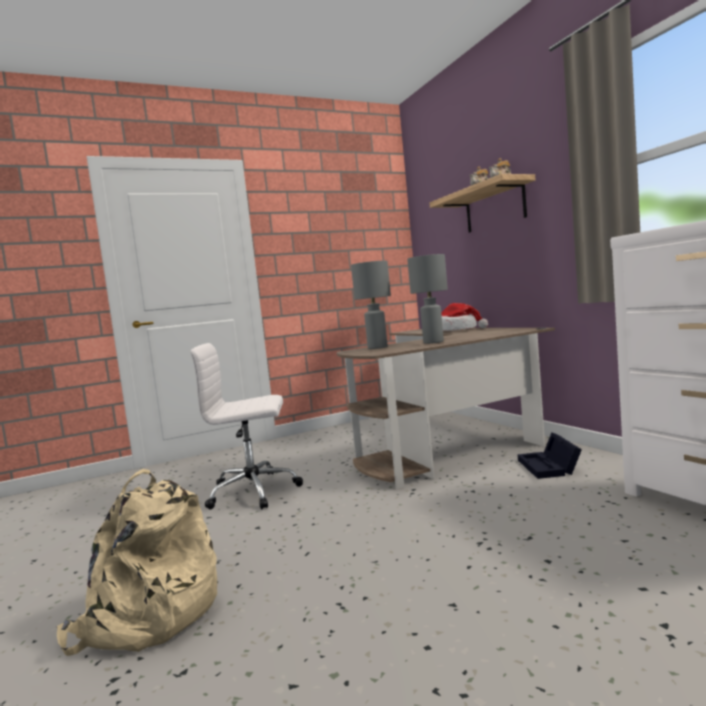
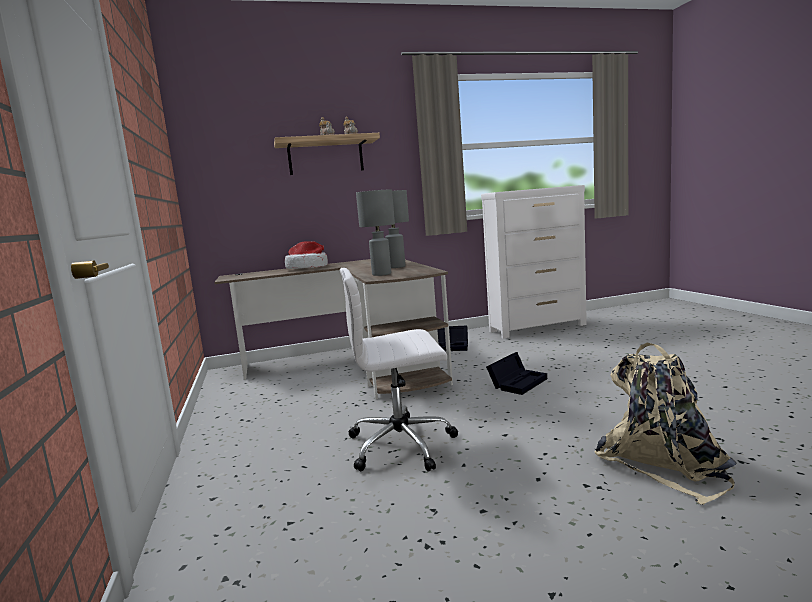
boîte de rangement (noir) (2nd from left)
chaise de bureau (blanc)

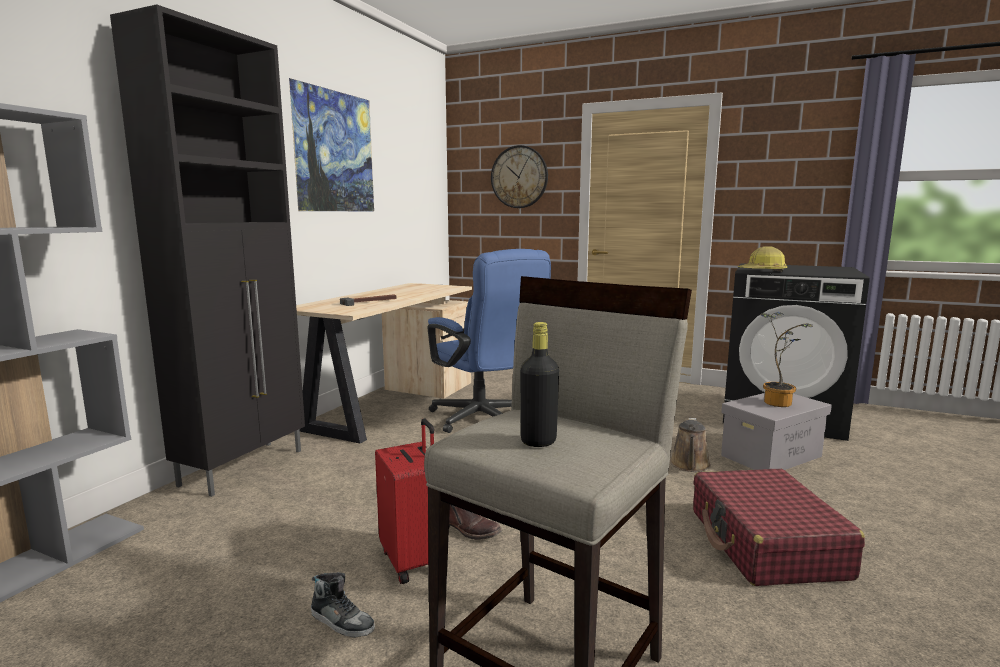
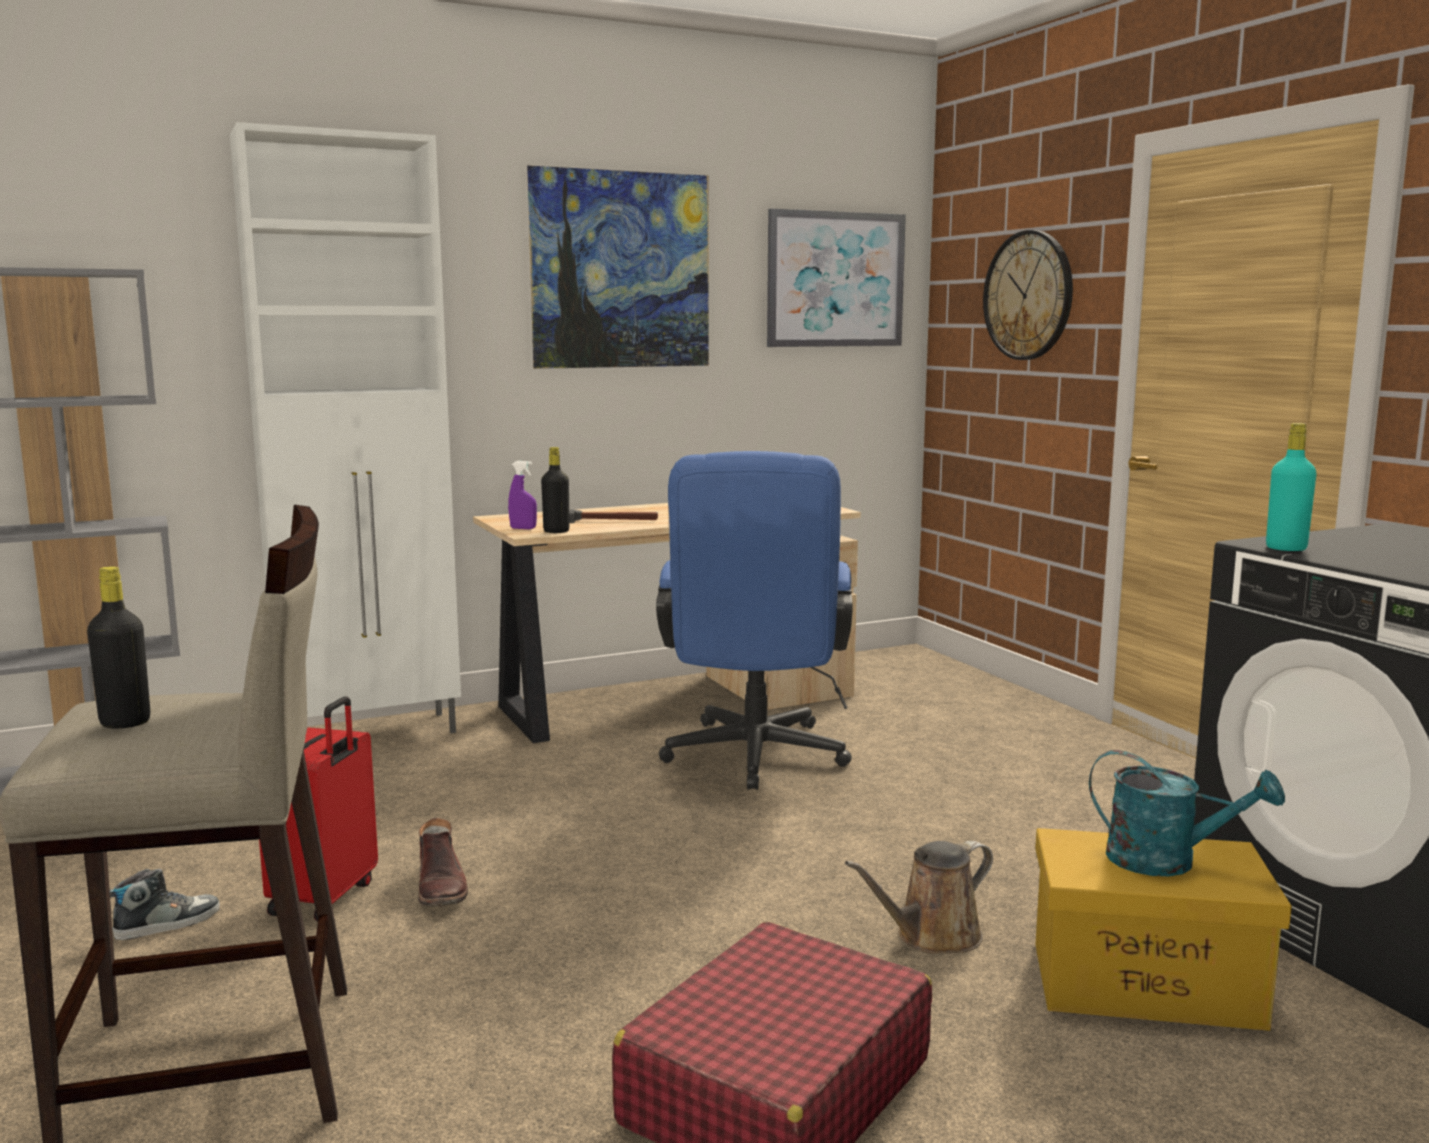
vaporisateur (violet)
bouteille (noir) (2nd from left)
tableau (2nd from left)
bouteille (turquoise)
arrosoir (turquoise)
meuble de rangement (blanc)
boîte de rangement (jaune)
chaussure

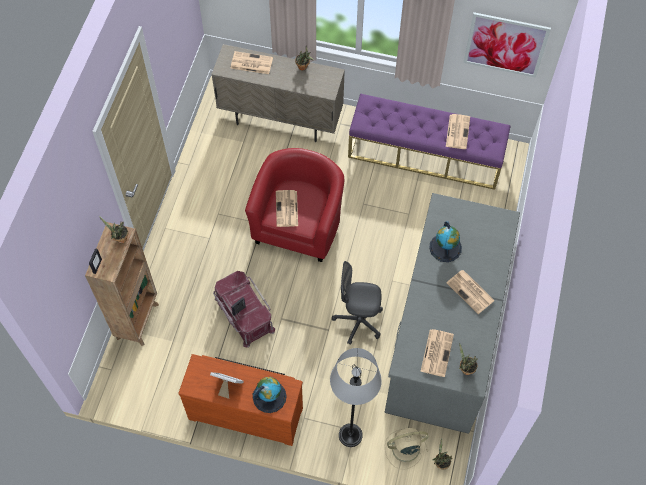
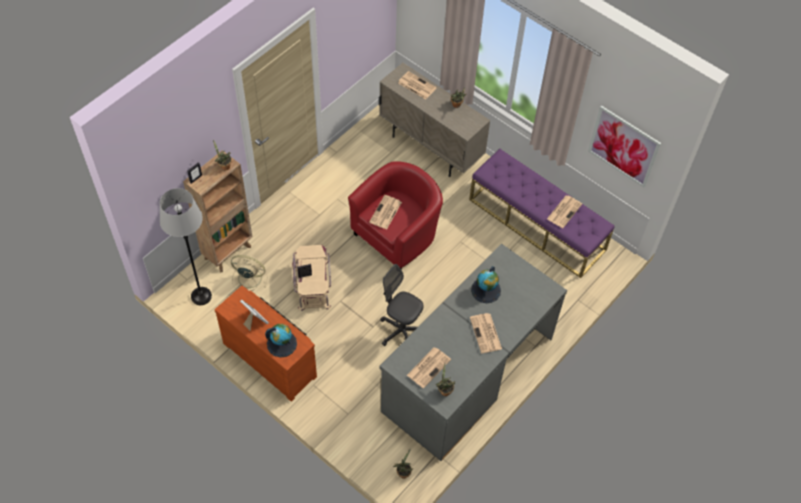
lampadaire (gris)
ventilateur (beige)
boîte de rangement (beige)

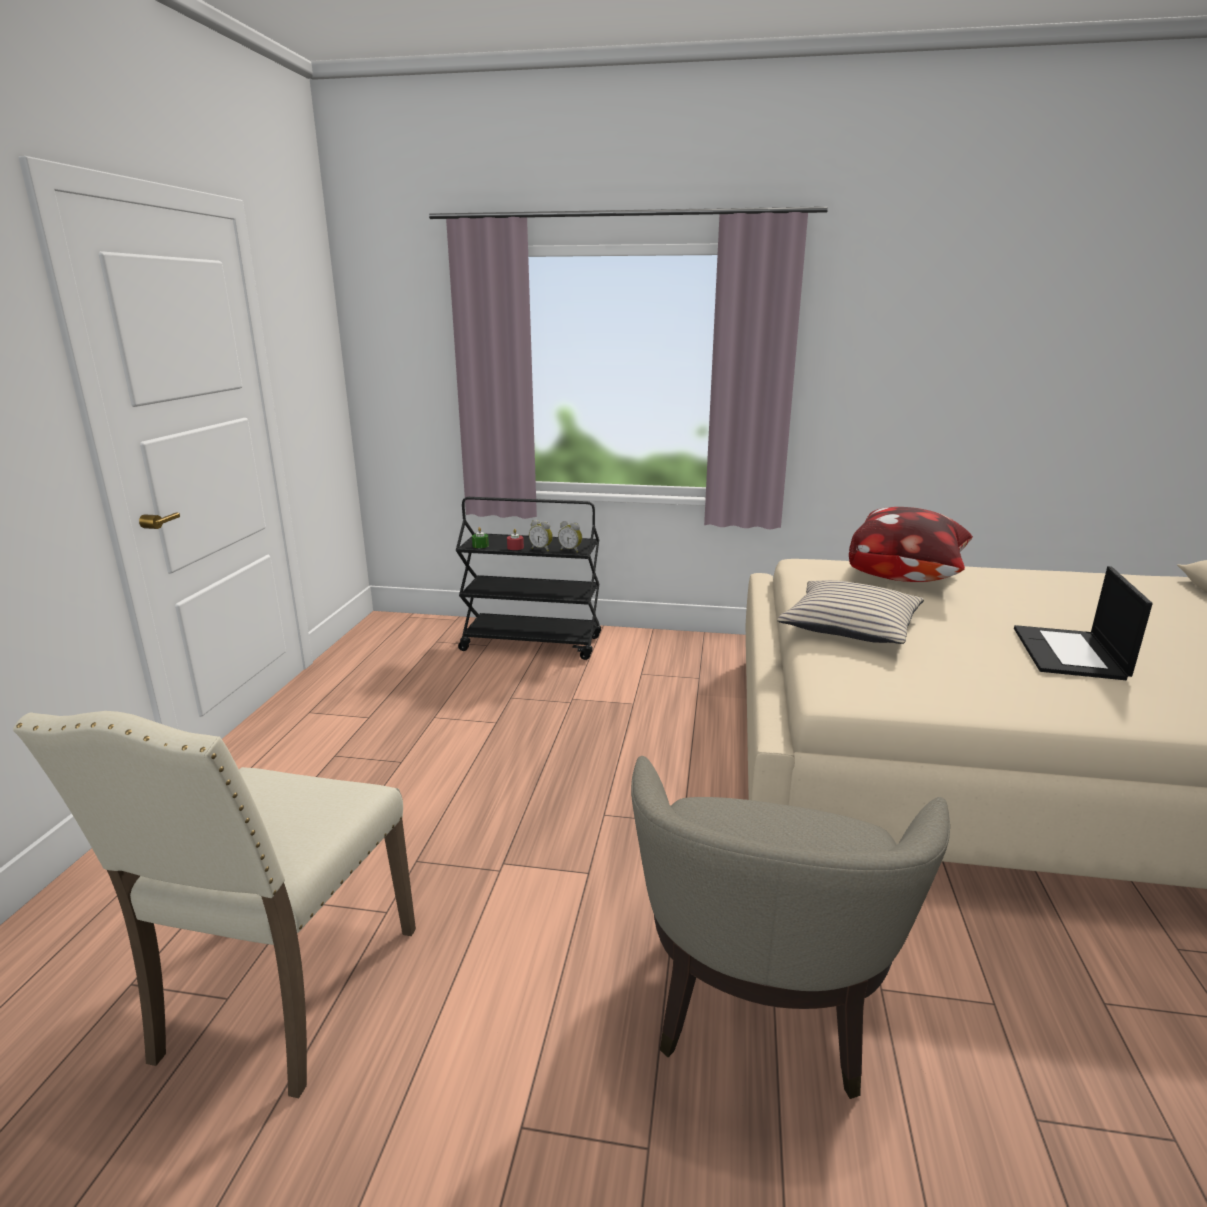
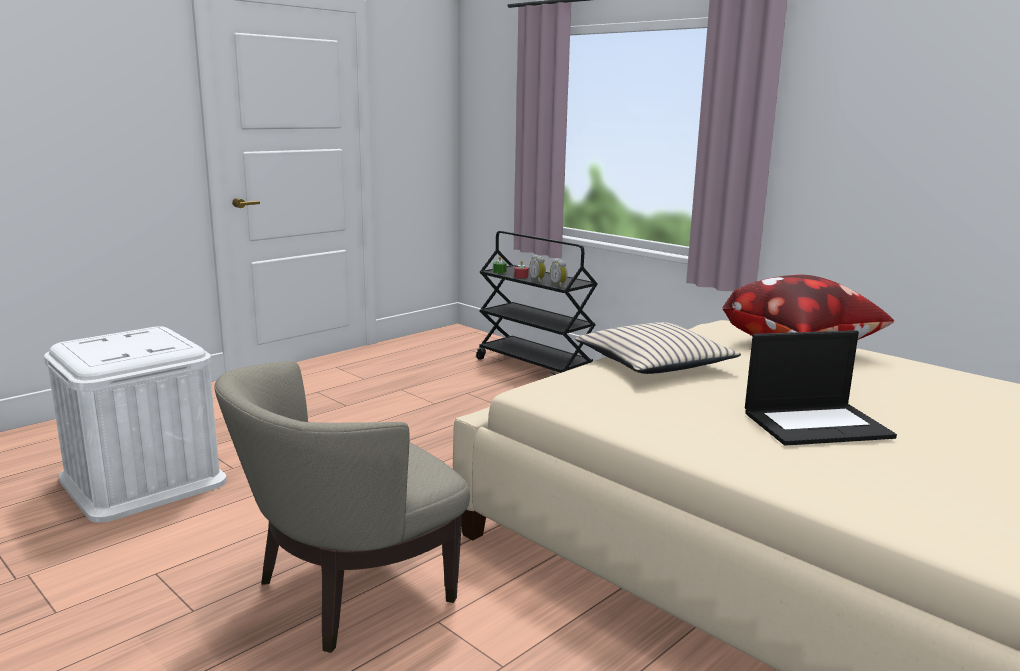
boîte de rangement (blanc)
ordinateur portable

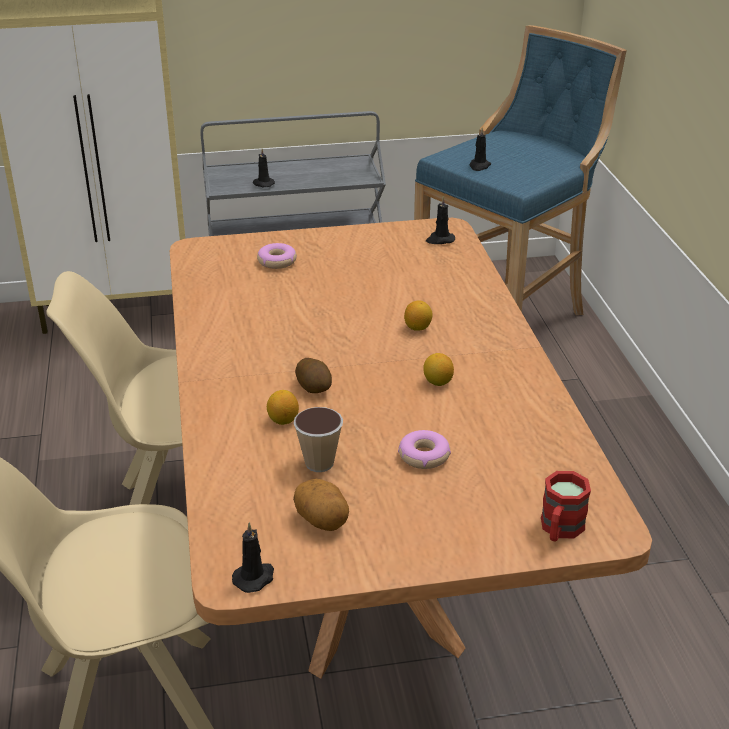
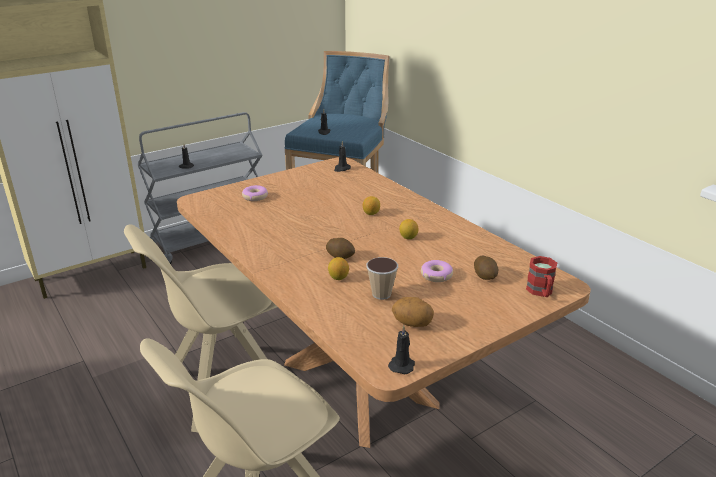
pomme de terre (3rd from left)

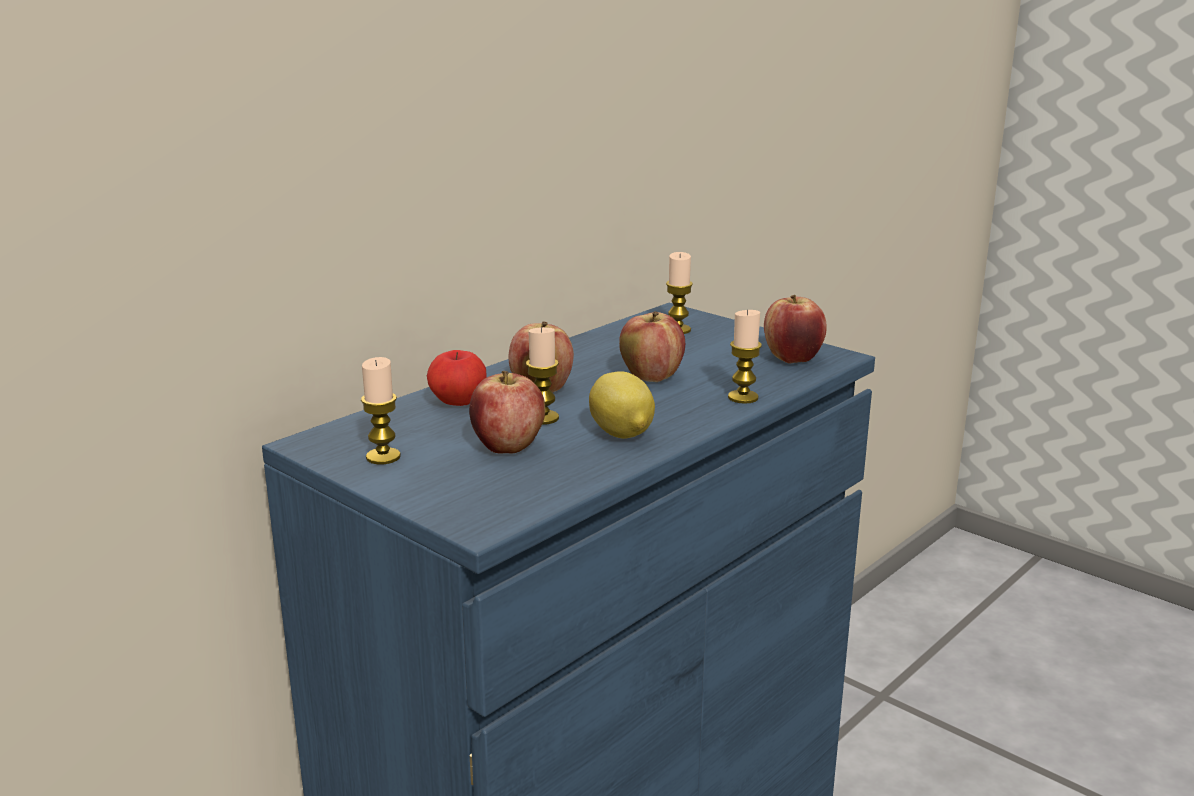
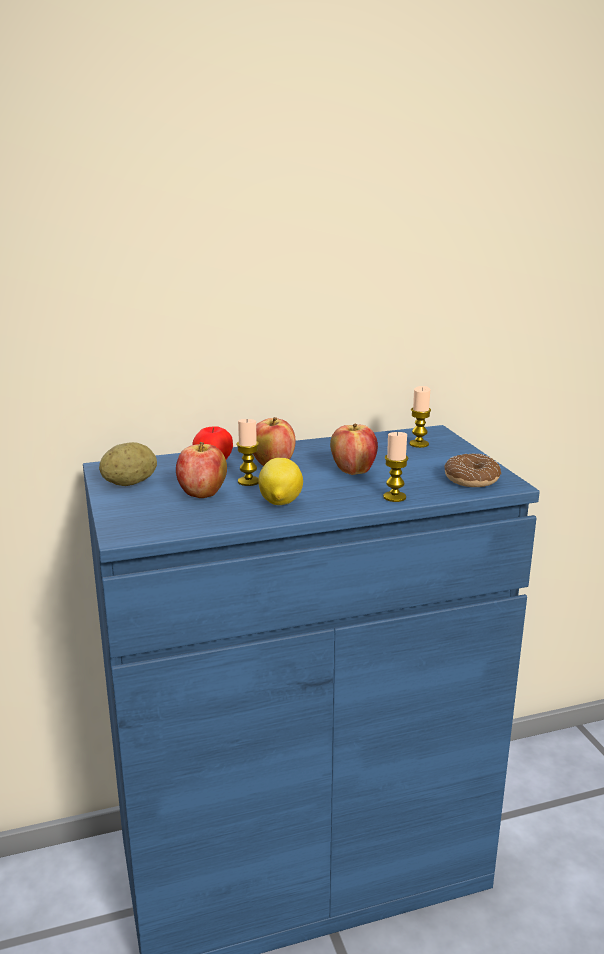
pomme de terre
beignet

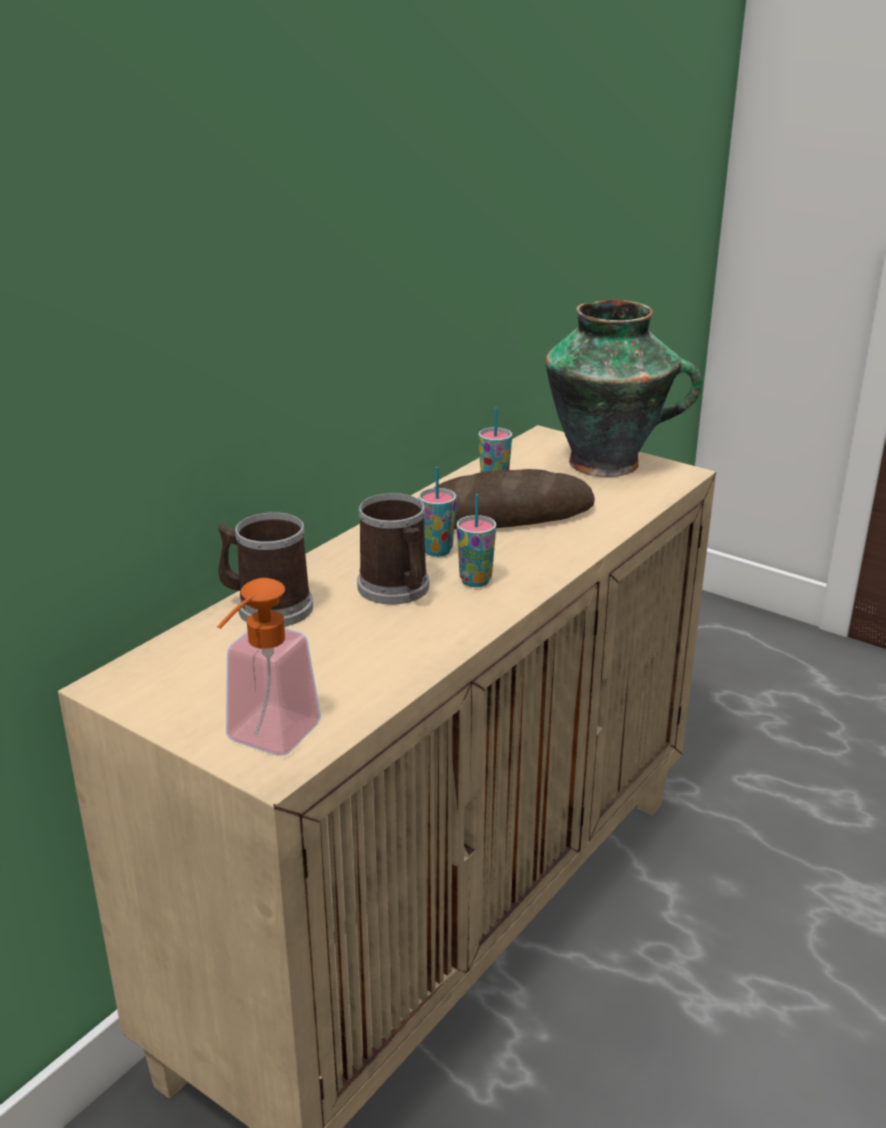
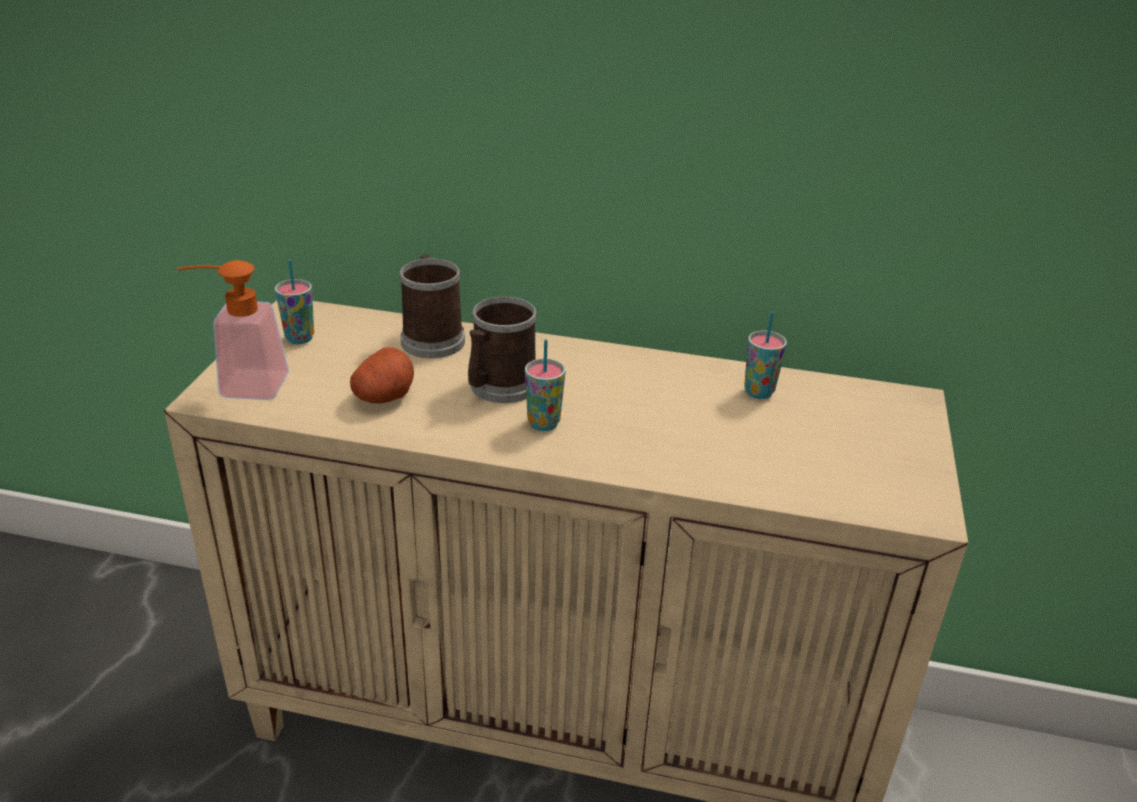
pain
vase
pomme de terre
tasse (1st from left)

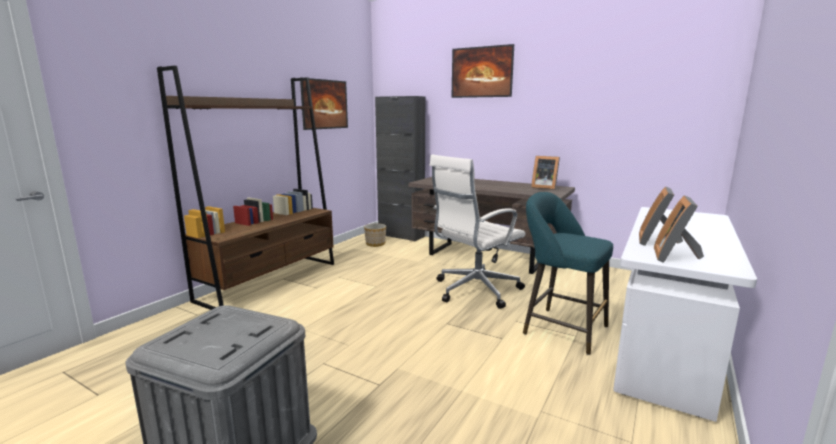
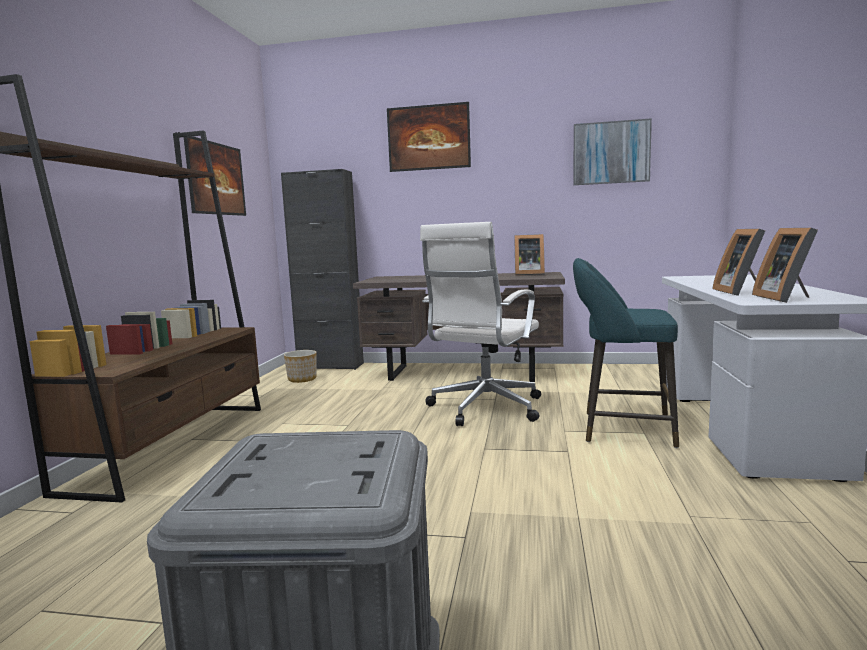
tableau (3rd from left)

